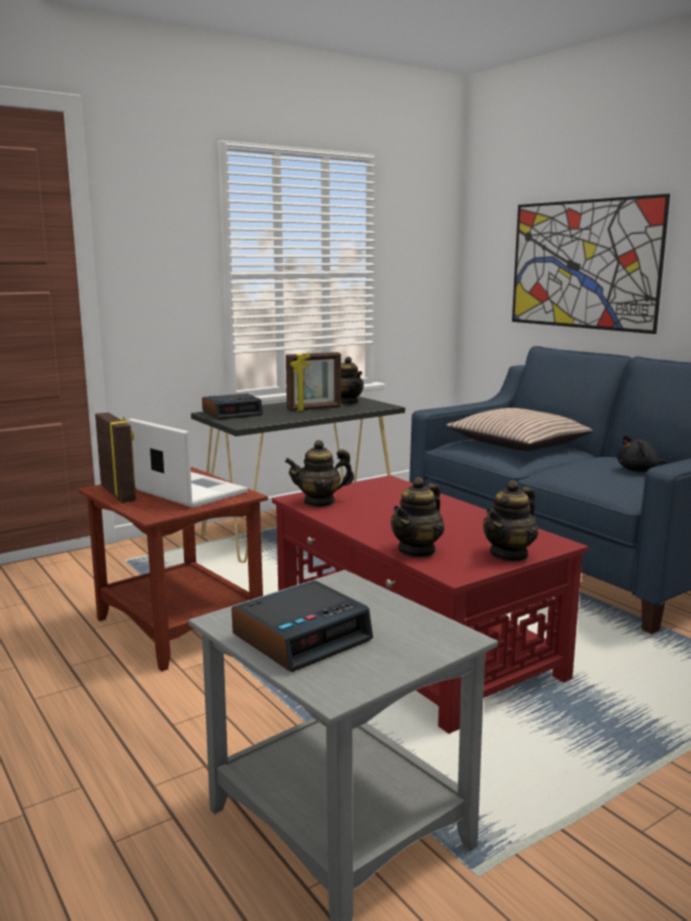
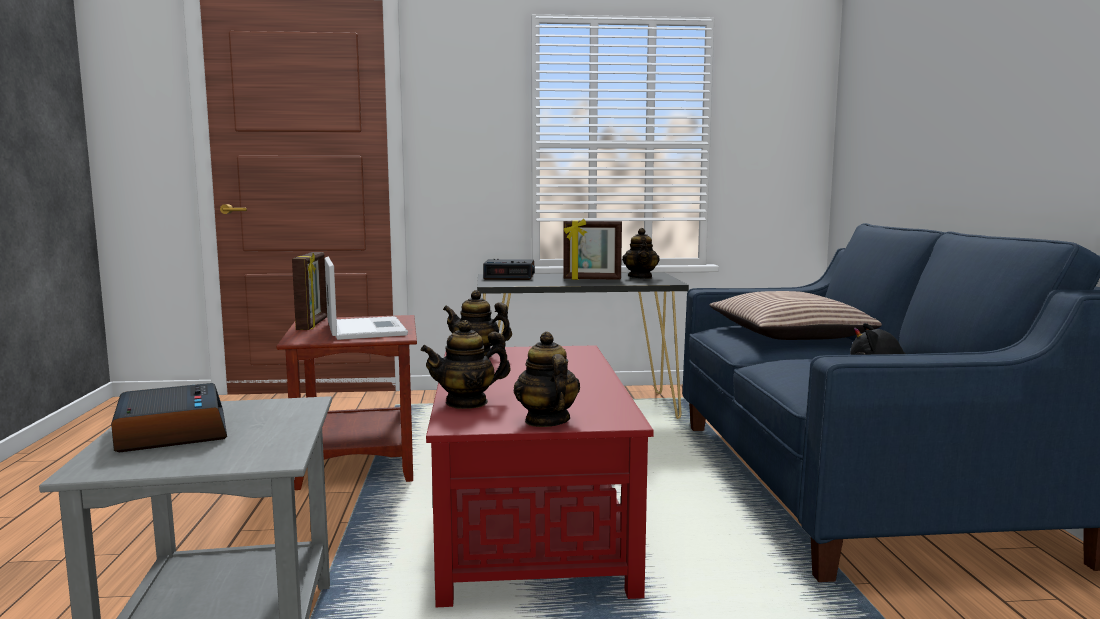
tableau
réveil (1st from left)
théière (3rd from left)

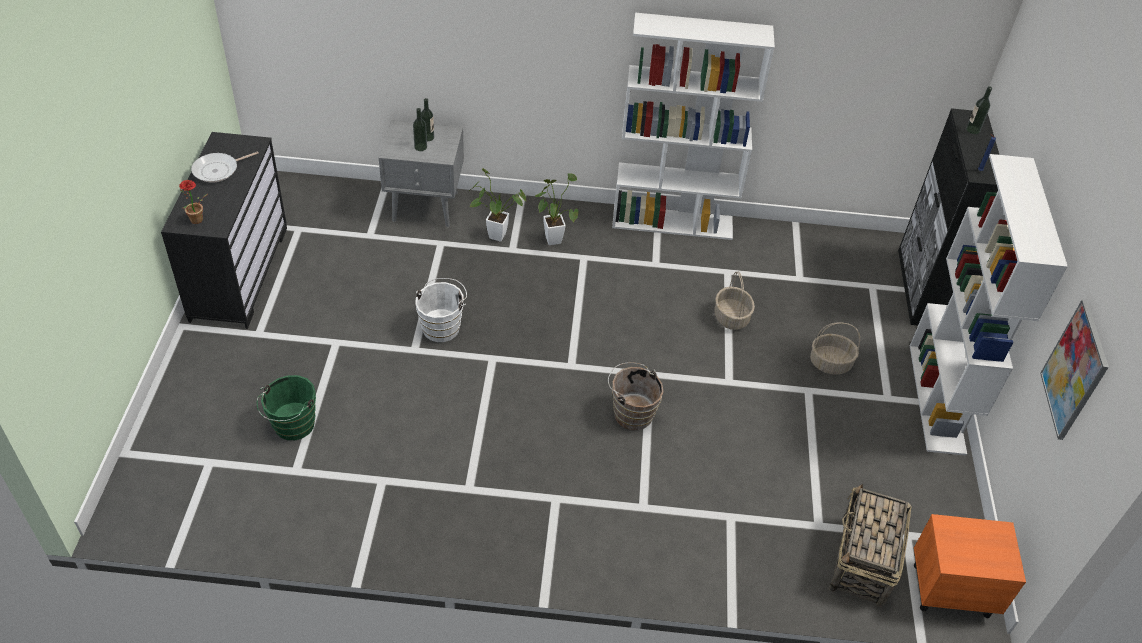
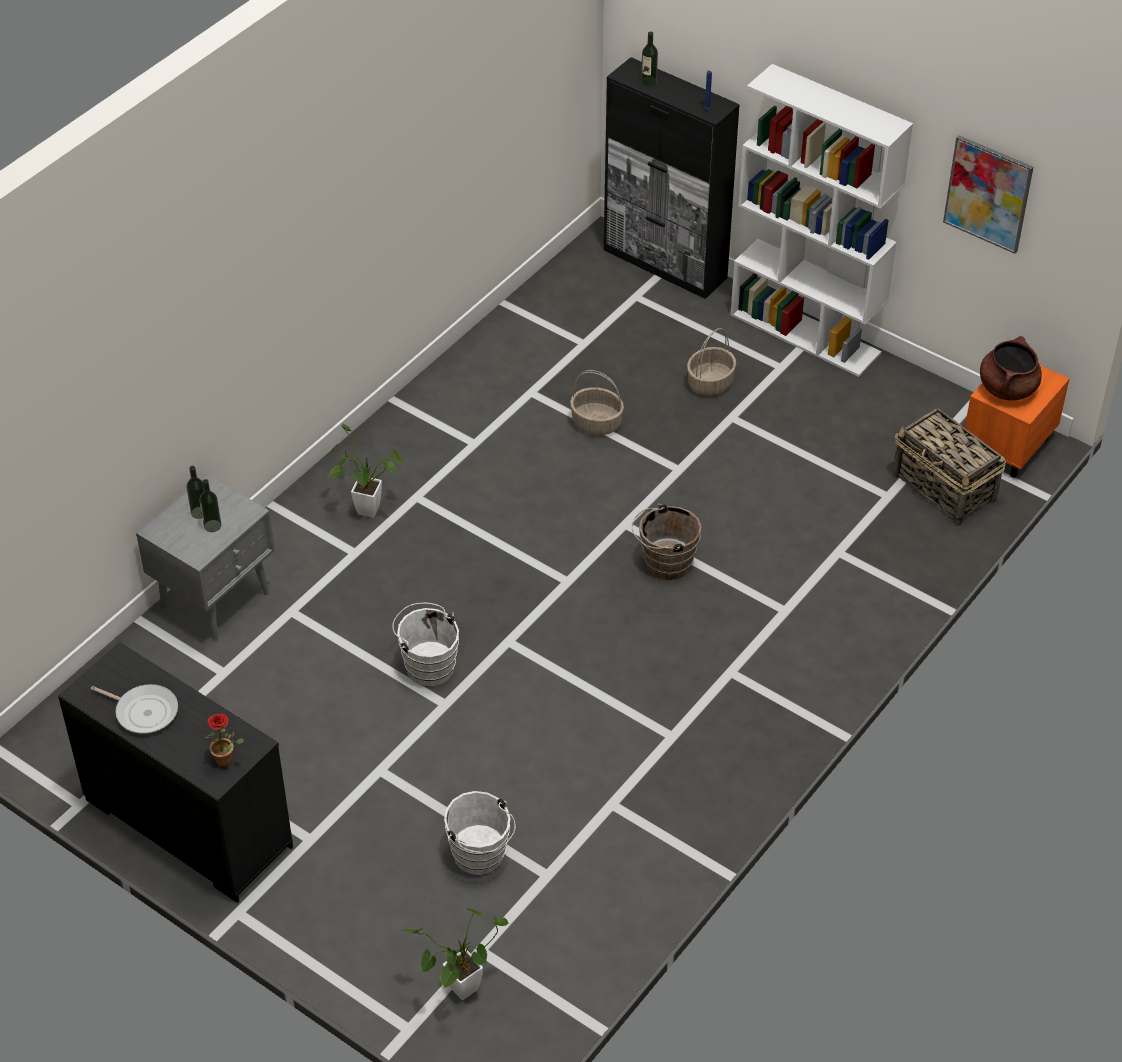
bibliothèque (blanc) (1st from left in the first image)
marmite (marron)
plante en pot (3rd from left)
seau (blanc) (2nd from left)
poêle

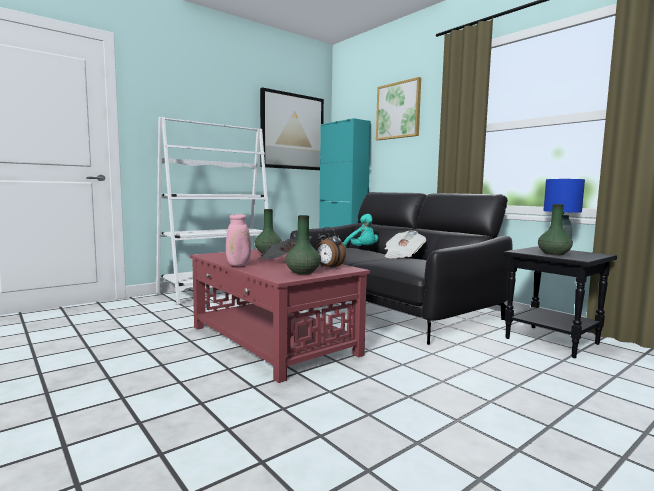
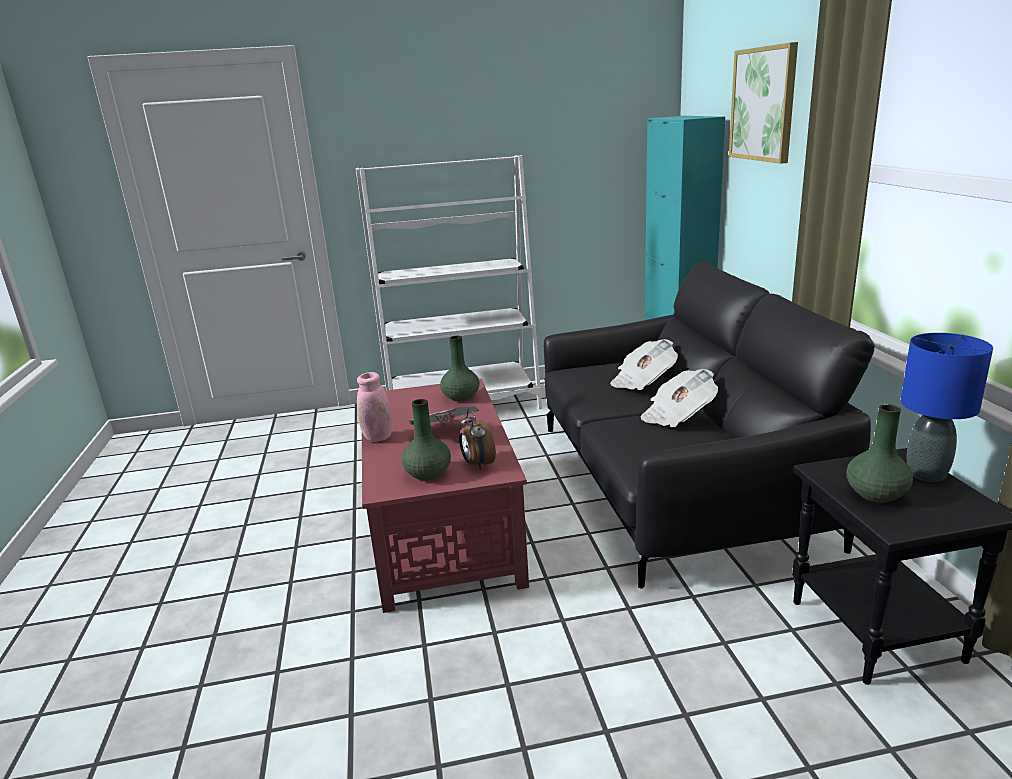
tableau (1st from left in the first image)
journal (2nd from left)

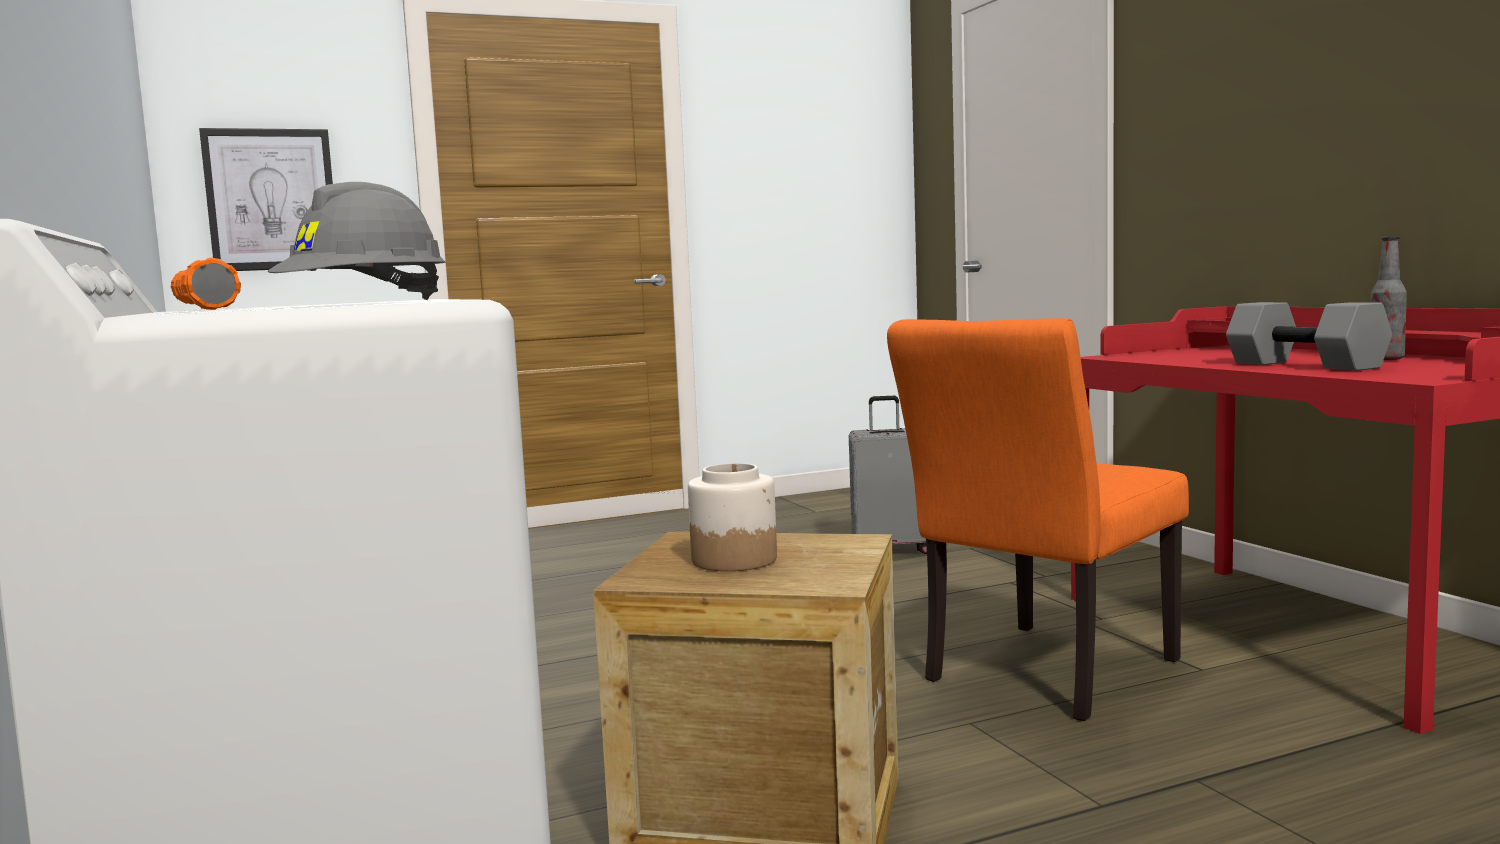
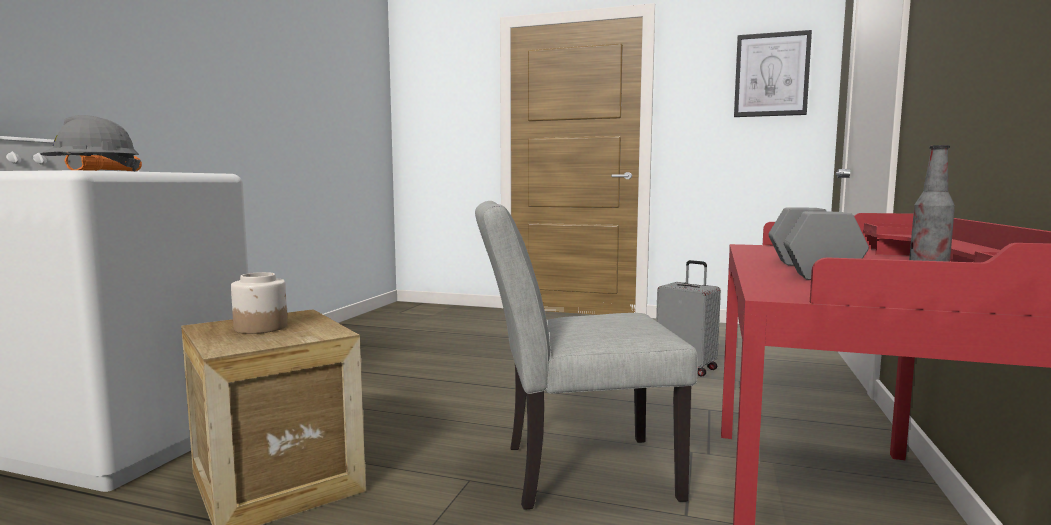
tableau
chaise (gris)

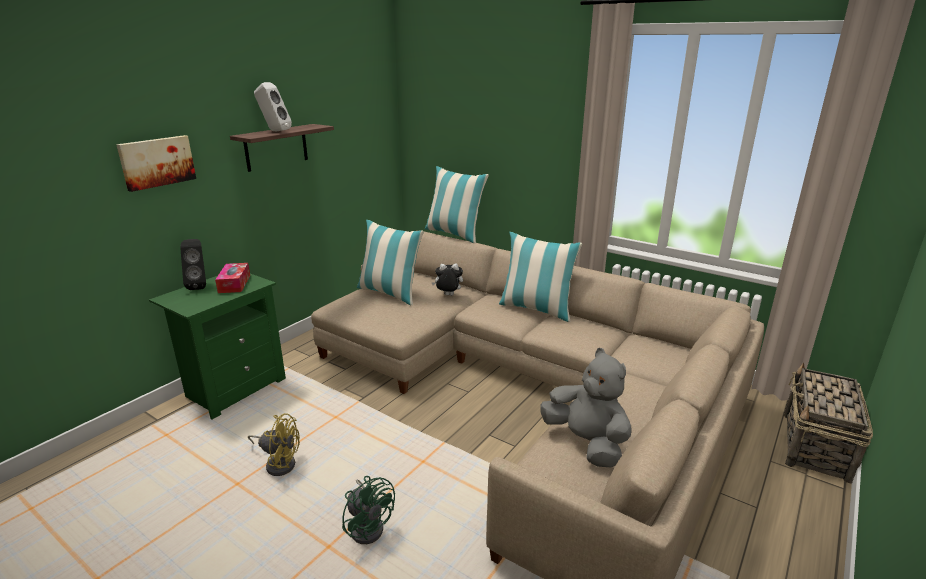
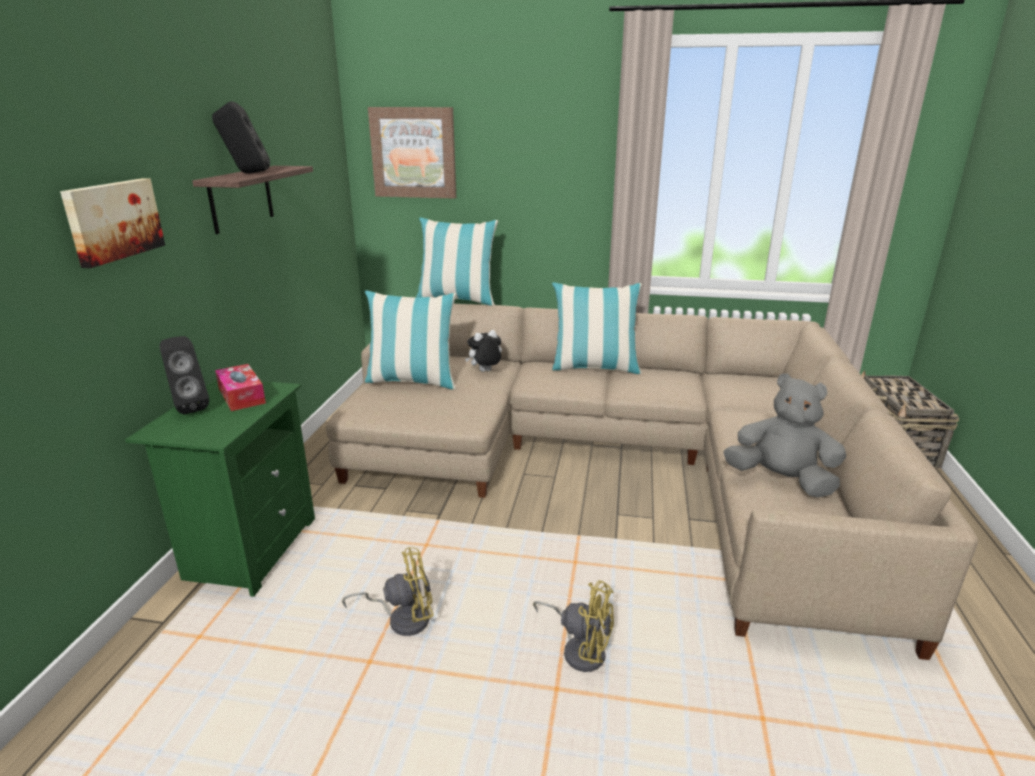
tableau (2nd from left)
enceinte (noir) (2nd from left)
ventilateur (jaune) (2nd from left)

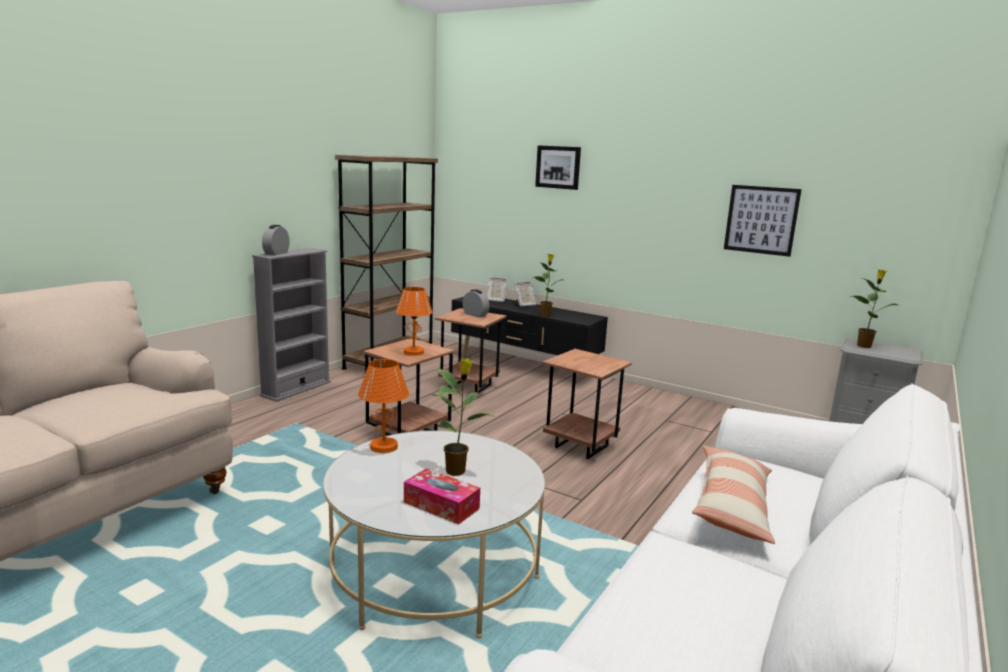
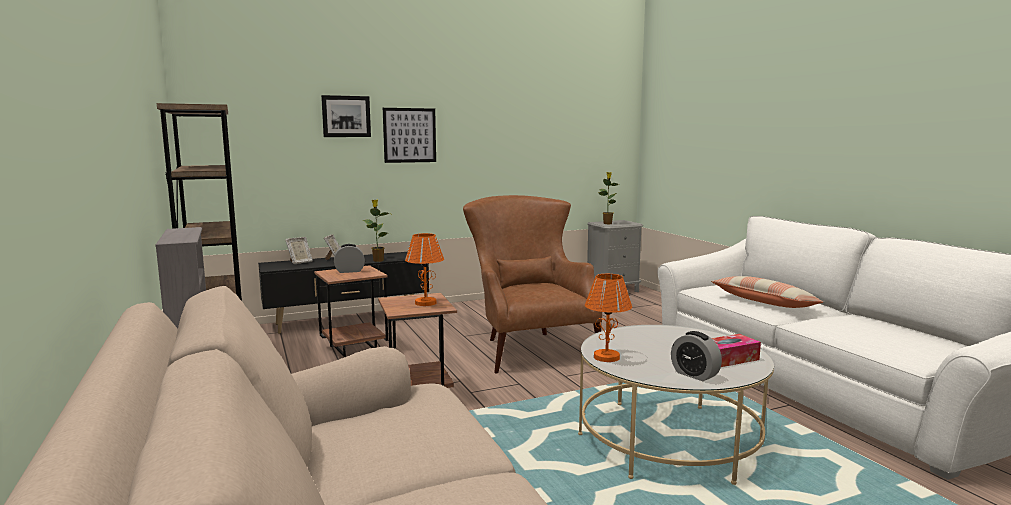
plante en pot (1st from left in the first image)
réveil (2nd from left)
tableau (2nd from left)
fauteuil (marron)

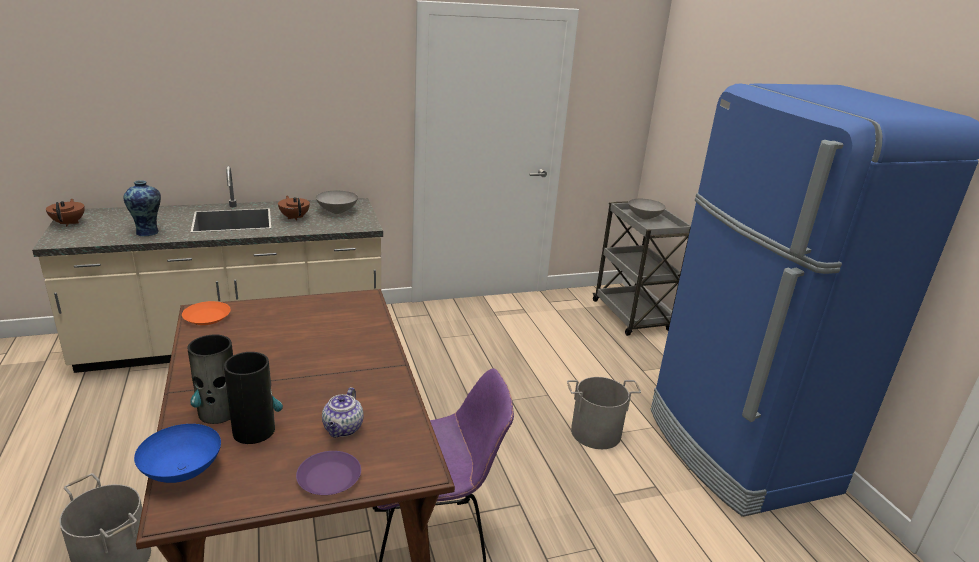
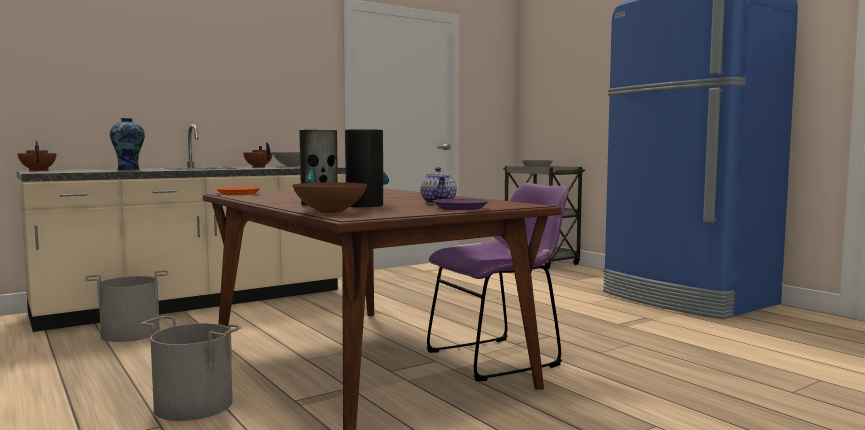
seau (gris) (1st from left)
bol (marron)

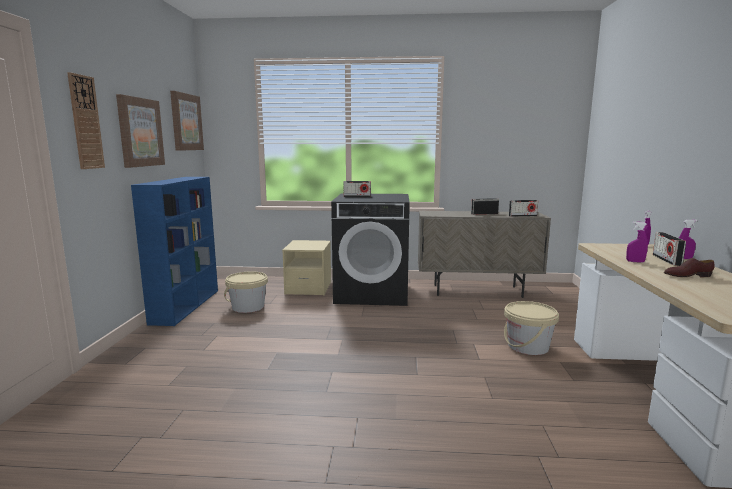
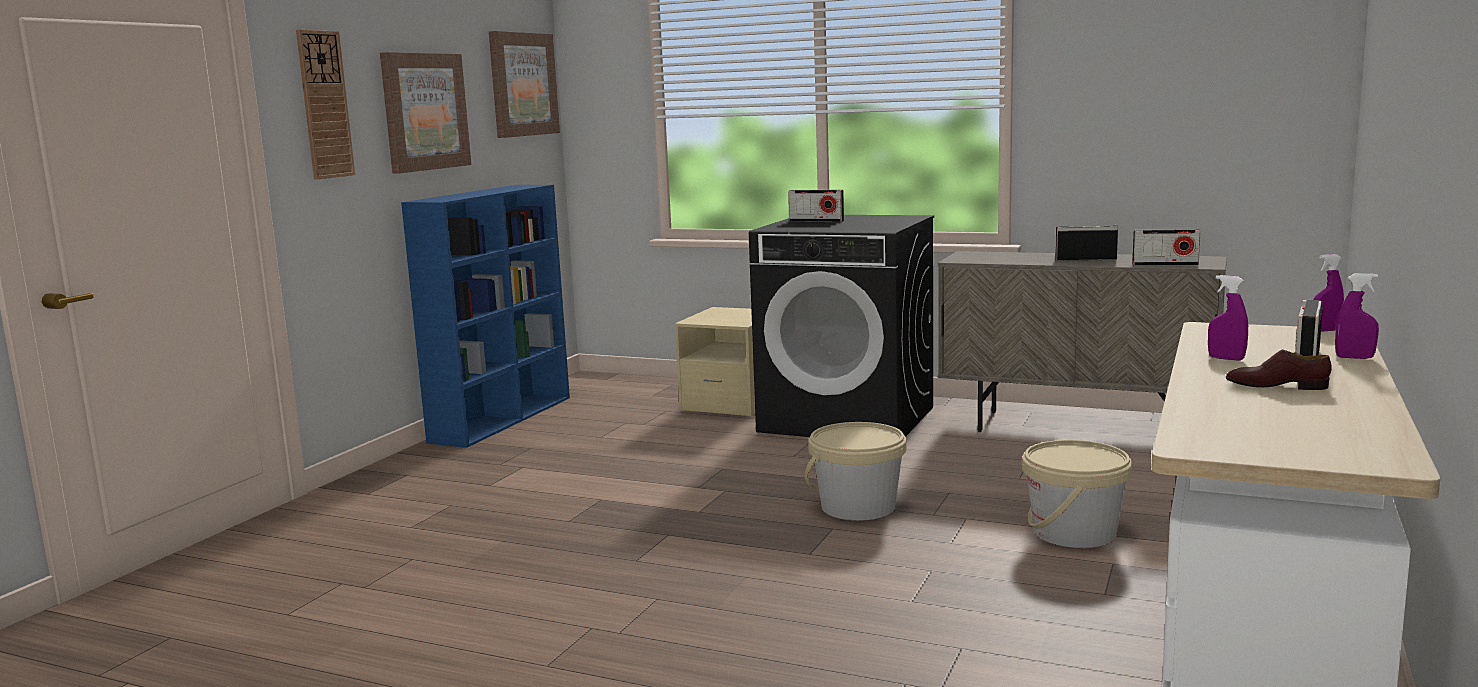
seau (beige) (1st from left)

